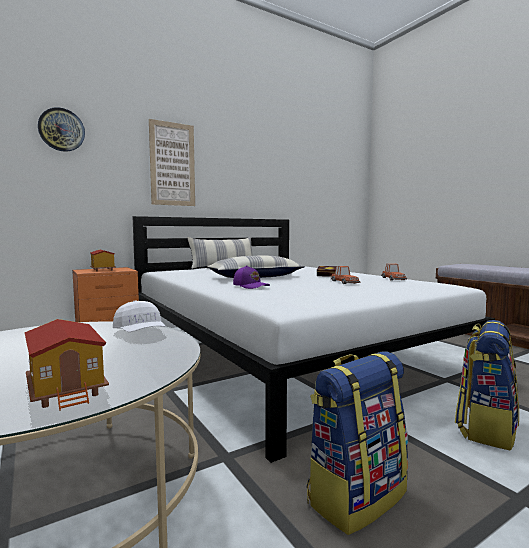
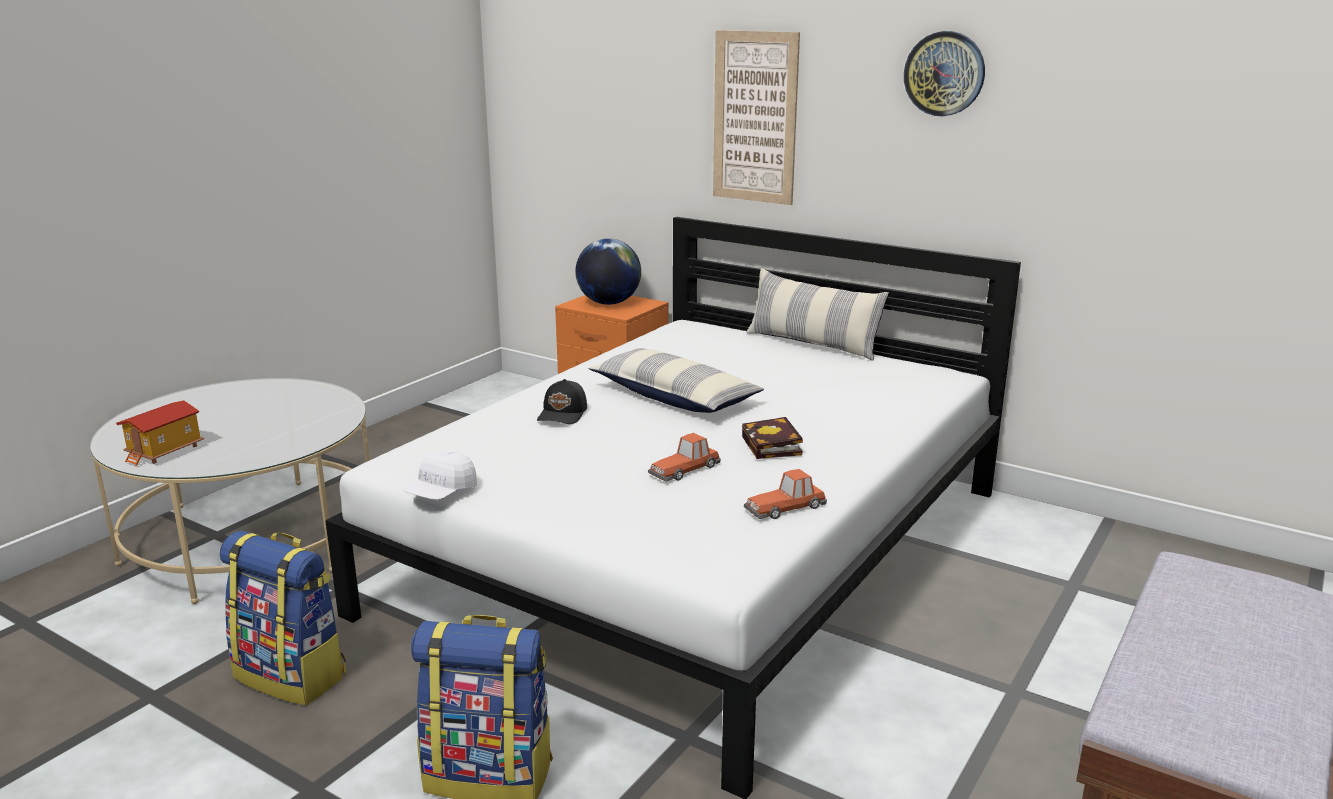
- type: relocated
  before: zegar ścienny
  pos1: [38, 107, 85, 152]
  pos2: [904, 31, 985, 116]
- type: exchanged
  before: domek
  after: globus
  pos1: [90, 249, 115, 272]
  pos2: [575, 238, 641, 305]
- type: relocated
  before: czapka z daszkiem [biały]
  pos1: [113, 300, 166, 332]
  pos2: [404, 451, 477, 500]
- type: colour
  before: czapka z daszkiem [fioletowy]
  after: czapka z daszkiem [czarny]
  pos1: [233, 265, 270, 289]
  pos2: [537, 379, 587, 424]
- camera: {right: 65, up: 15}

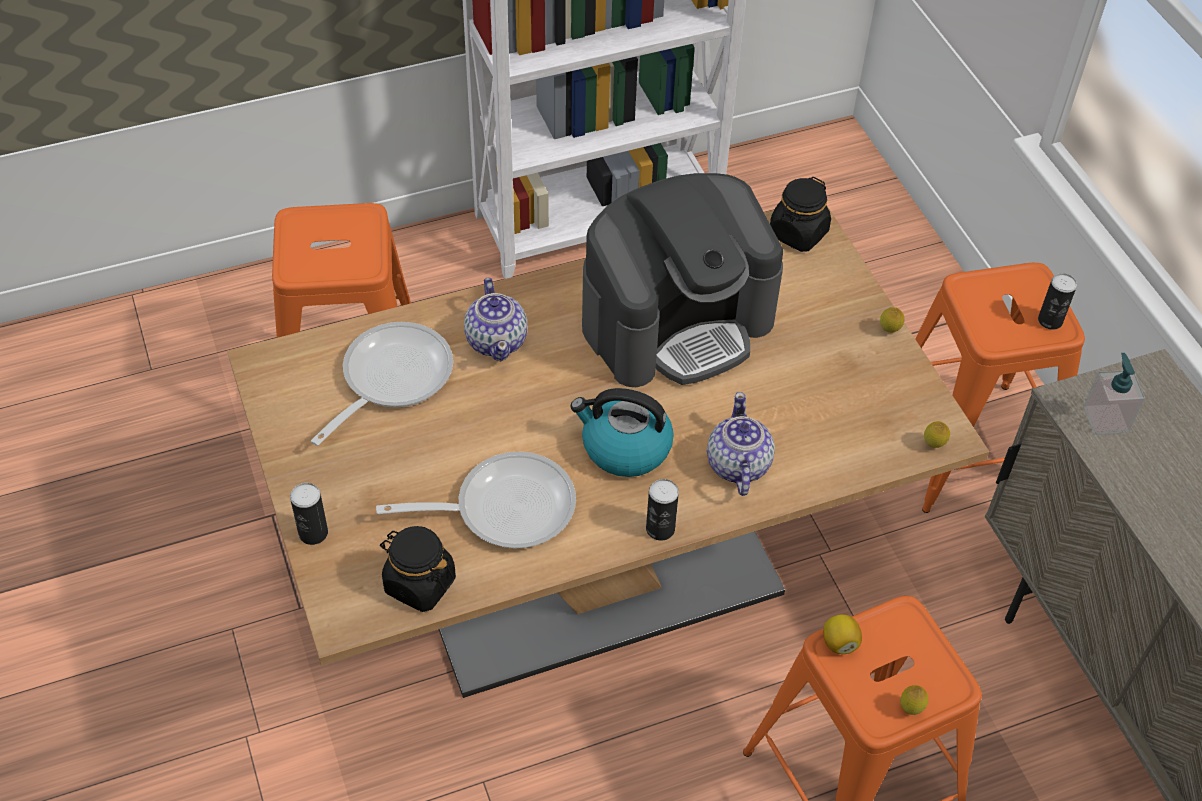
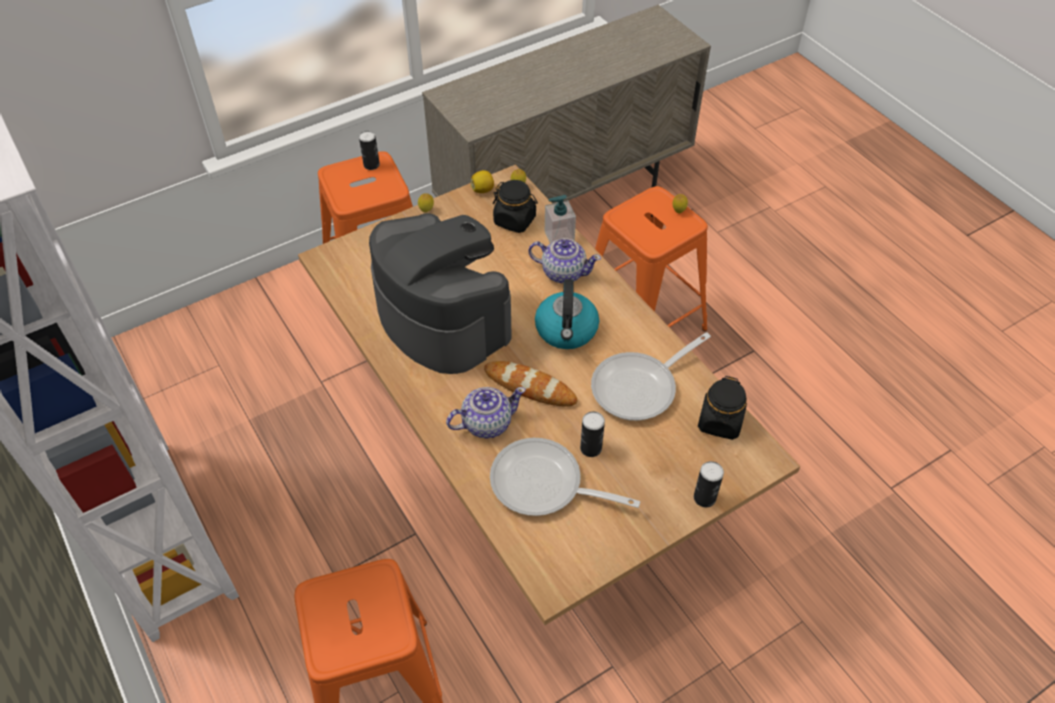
- type: spun
  before: patelnia
  pos1: [376, 452, 576, 549]
  pos2: [591, 332, 711, 421]
  turn: -105
- type: relocated
  before: puszka
  pos1: [646, 479, 679, 541]
  pos2: [580, 411, 605, 457]
- type: spun
  before: imbryk
  pos1: [707, 392, 775, 496]
  pos2: [529, 238, 601, 284]
  turn: -150
- type: relocated
  before: słoik [czarny]
  pos1: [770, 177, 831, 252]
  pos2: [493, 180, 538, 233]
- type: relocated
  before: cytryna
  pos1: [823, 614, 862, 654]
  pos2: [471, 170, 494, 193]
- type: relocated
  before: dozownik mydła
  pos1: [1084, 353, 1145, 435]
  pos2: [545, 195, 576, 243]
- type: appeared
  after: chleb
  pos2: [484, 361, 577, 407]
- camera: {right: -100, up: 0}

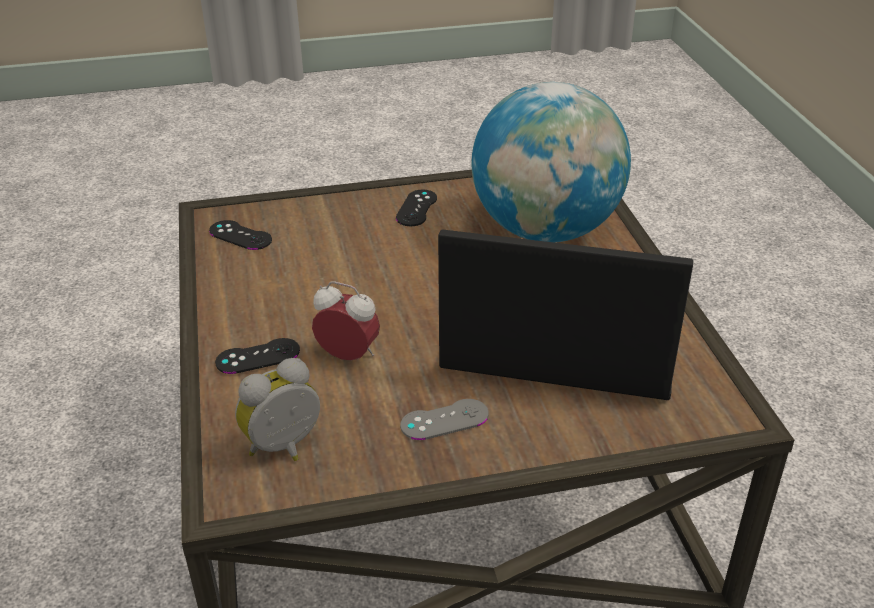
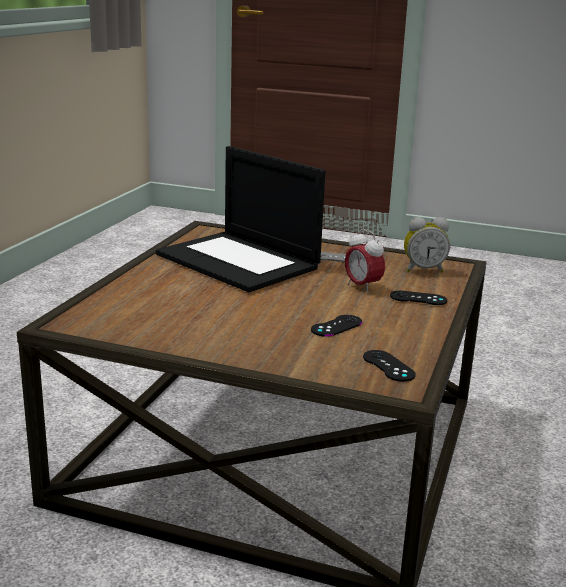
- type: relocated
  before: pad do gier [czarny]
  pos1: [396, 190, 437, 226]
  pos2: [311, 315, 362, 337]
- type: missing
  before: globus
  pos1: [471, 82, 631, 242]
- camera: {right: -150, up: -15}

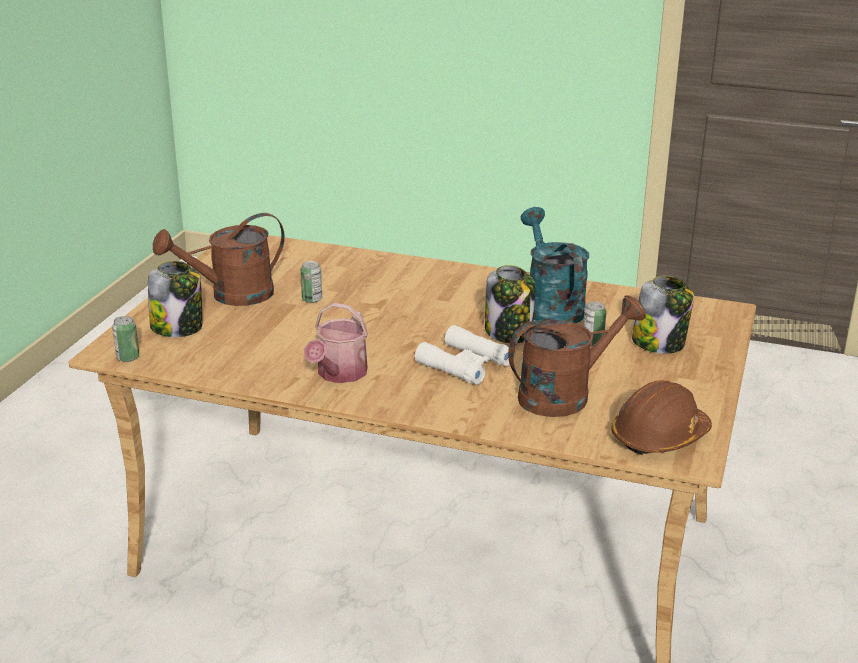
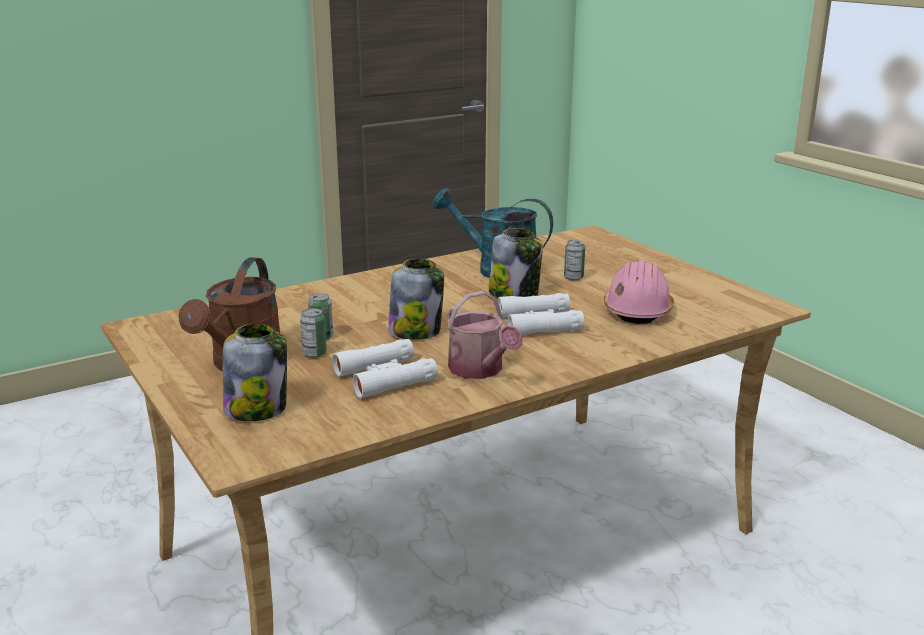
- type: relocated
  before: puszka
  pos1: [112, 316, 139, 362]
  pos2: [300, 308, 327, 358]
- type: exchanged
  before: konewka [brązowy]
  after: kask [różowy]
  pos1: [508, 295, 646, 417]
  pos2: [604, 260, 674, 324]
- type: missing
  before: kask [brązowy]
  pos1: [611, 380, 712, 455]
- type: relocated
  before: słoik
  pos1: [632, 276, 694, 354]
  pos2: [388, 259, 444, 340]
- type: appeared
  after: lornetka [biały]
  pos2: [332, 339, 438, 399]
- camera: {right: -50, up: -5}

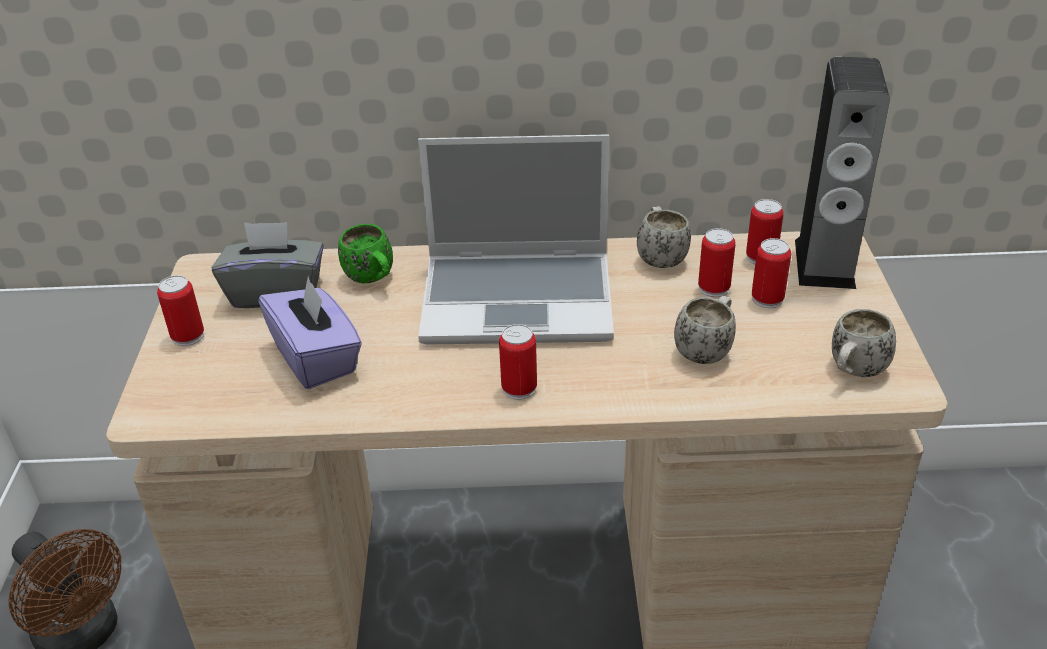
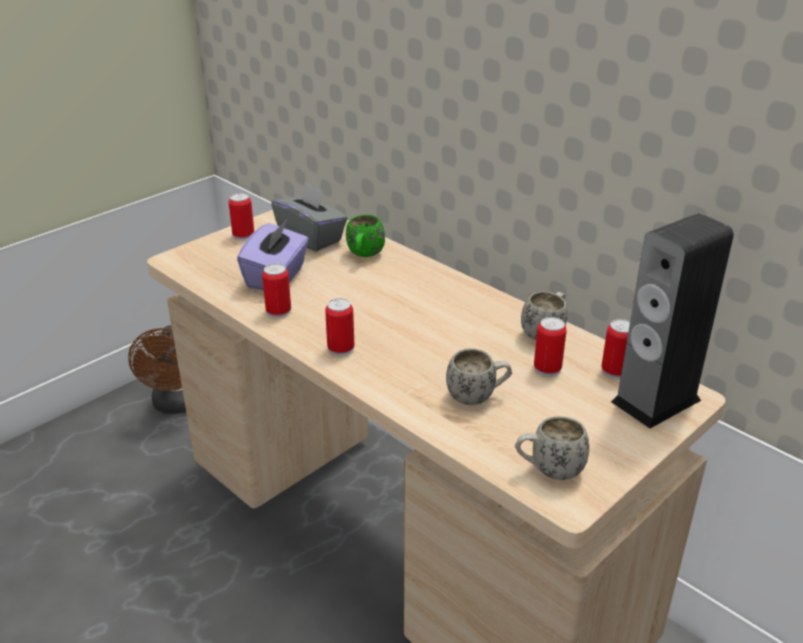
- type: missing
  before: laptop
  pos1: [418, 134, 614, 345]
- type: relocated
  before: puszka
  pos1: [752, 238, 791, 308]
  pos2: [262, 264, 291, 318]
- camera: {right: 45, up: -5}

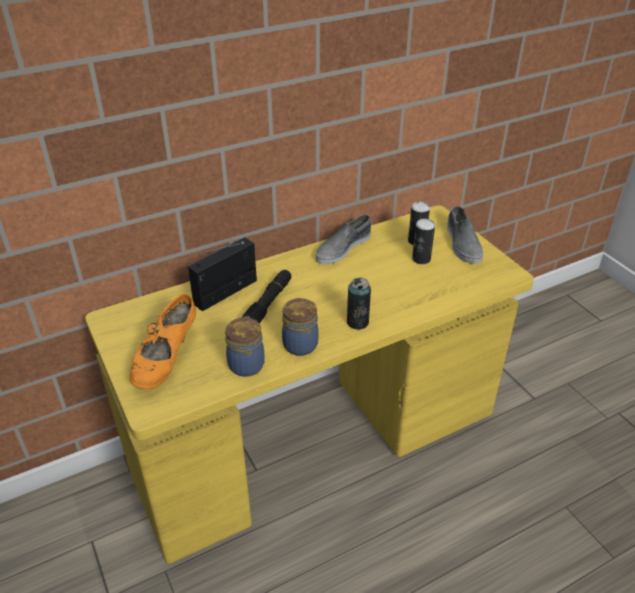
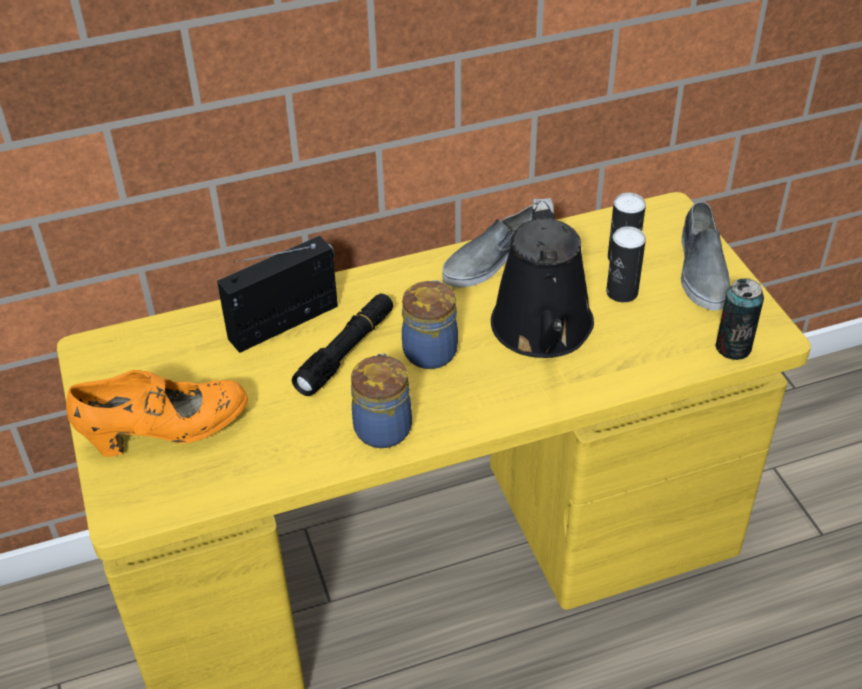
- type: spun
  before: but [pomarańczowy]
  pos1: [129, 293, 196, 389]
  pos2: [66, 370, 248, 457]
  turn: -135
- type: relocated
  before: słoik
  pos1: [225, 317, 264, 377]
  pos2: [402, 280, 458, 369]
- type: relocated
  before: puszka
  pos1: [347, 278, 371, 329]
  pos2: [715, 278, 764, 360]
- type: appeared
  after: konewka [czarny]
  pos2: [491, 198, 594, 358]
- camera: {right: 10, up: 5}

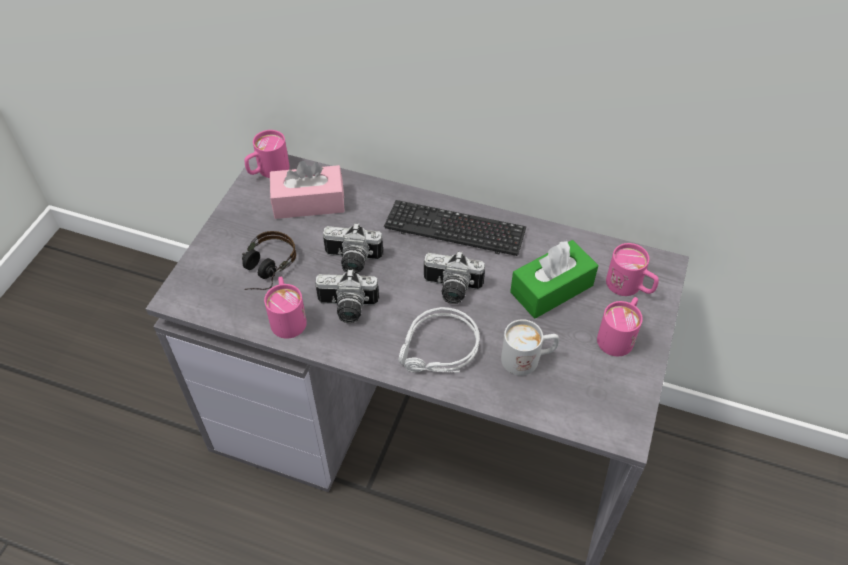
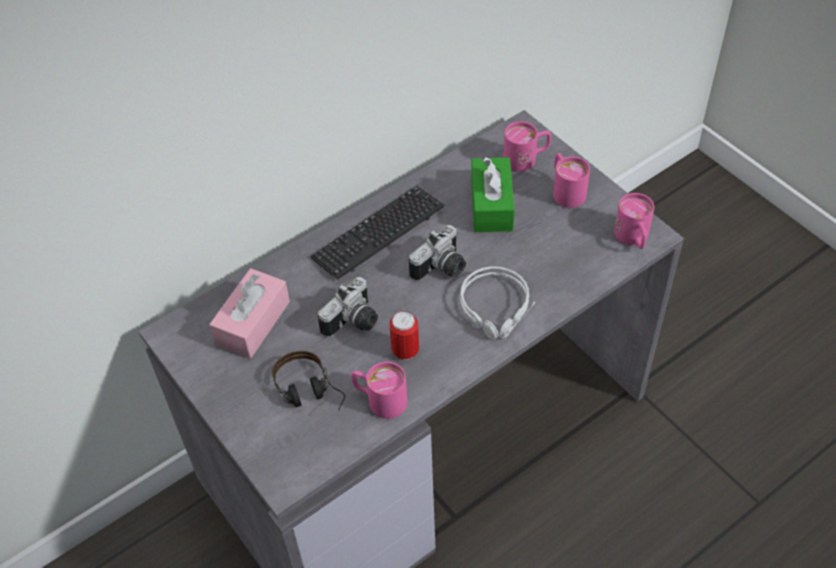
- type: relocated
  before: kubek [różowy]
  pos1: [245, 130, 290, 178]
  pos2: [614, 193, 654, 249]
- type: exchanged
  before: aparat fotograficzny
  after: puszka
  pos1: [315, 269, 379, 323]
  pos2: [389, 311, 419, 360]
- type: missing
  before: kubek [biały]
  pos1: [501, 319, 559, 376]
- camera: {right: -55, up: 0}

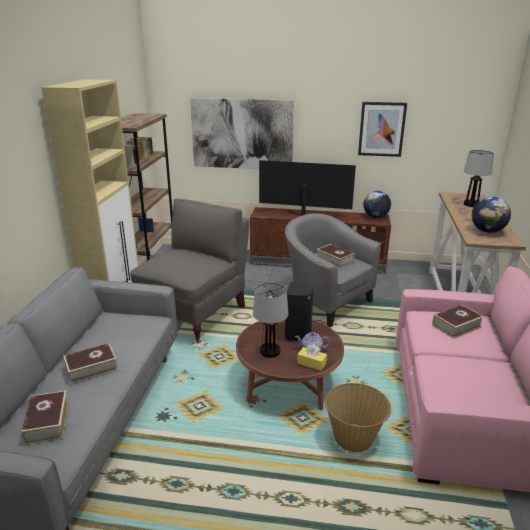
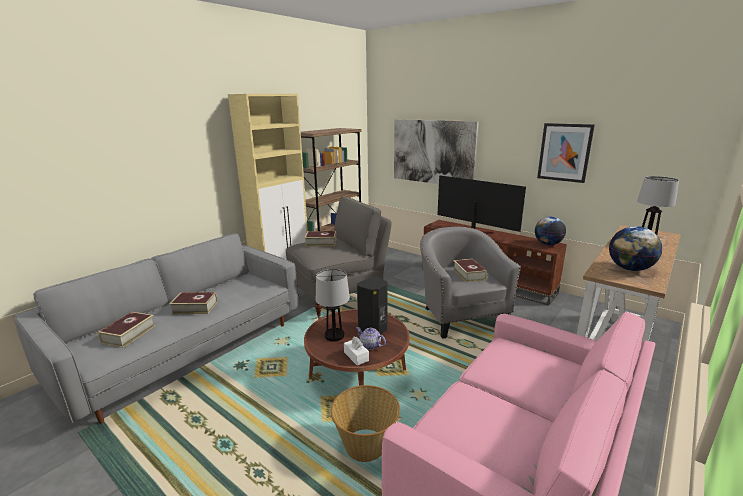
- type: colour
  before: pudełko chusteczek [żółty]
  after: pudełko chusteczek [biały]
  pos1: [297, 344, 327, 371]
  pos2: [344, 337, 369, 365]
- type: relocated
  before: książka
  pos1: [432, 305, 484, 339]
  pos2: [305, 231, 337, 247]
- camera: {right: 30, up: -5}

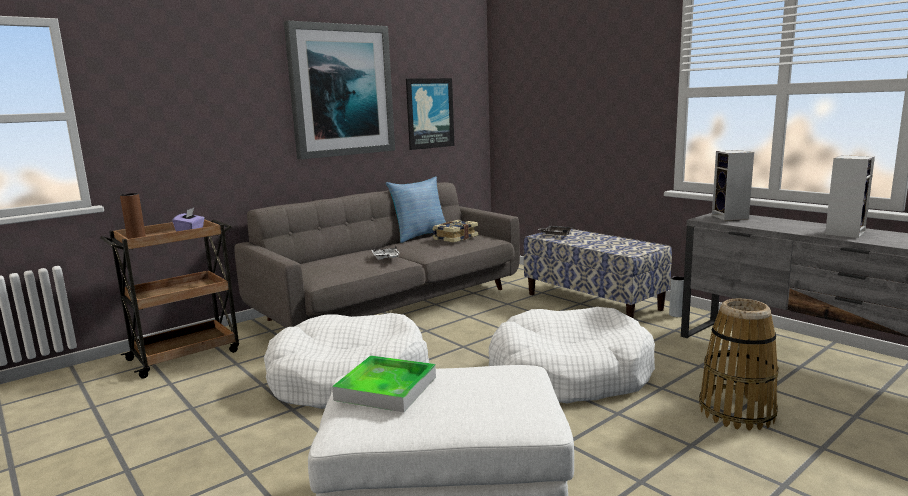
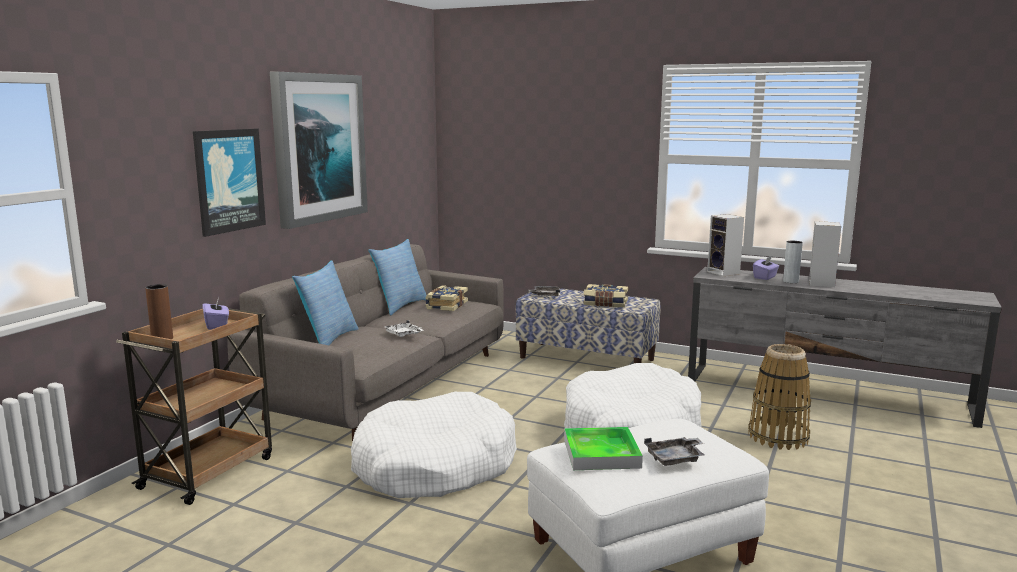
- type: relocated
  before: obraz
  pos1: [406, 78, 454, 150]
  pos2: [193, 129, 266, 237]
- type: relocated
  before: wazon [szary]
  pos1: [669, 276, 684, 317]
  pos2: [783, 241, 803, 283]
- type: appeared
  after: poduszka
  pos2: [292, 260, 359, 345]
- type: appeared
  after: książka
  pos2: [584, 284, 628, 307]
- type: appeared
  after: taca [szary]
  pos2: [644, 437, 704, 466]
- type: appeared
  after: pudełko chusteczek [fioletowy]
  pos2: [753, 256, 779, 280]
- camera: {right: -25, up: 0}

